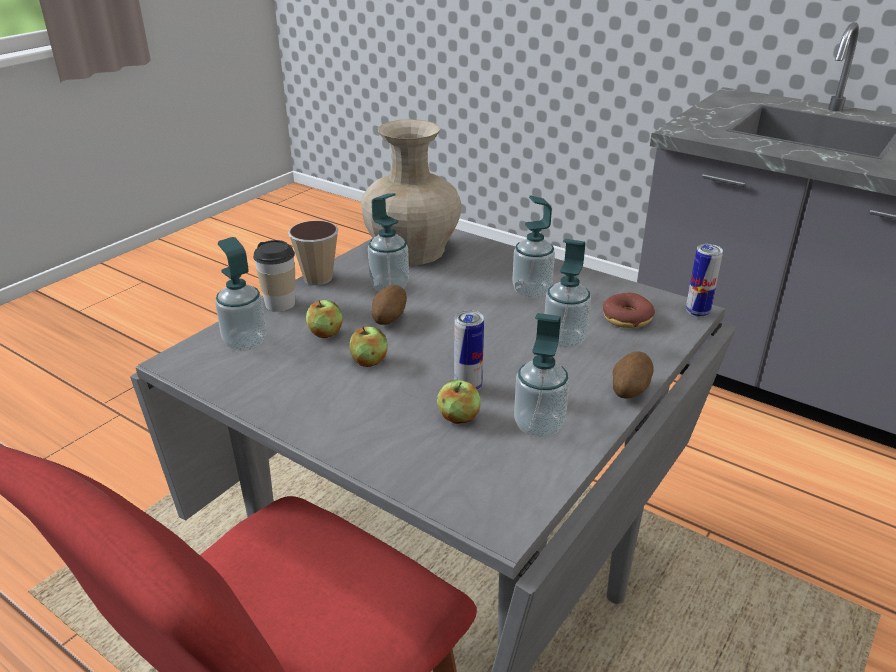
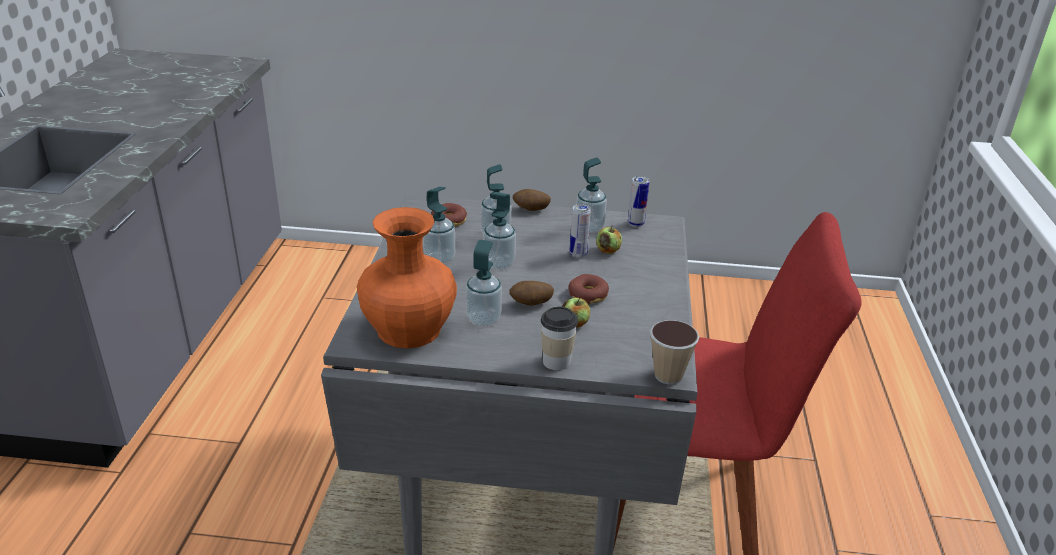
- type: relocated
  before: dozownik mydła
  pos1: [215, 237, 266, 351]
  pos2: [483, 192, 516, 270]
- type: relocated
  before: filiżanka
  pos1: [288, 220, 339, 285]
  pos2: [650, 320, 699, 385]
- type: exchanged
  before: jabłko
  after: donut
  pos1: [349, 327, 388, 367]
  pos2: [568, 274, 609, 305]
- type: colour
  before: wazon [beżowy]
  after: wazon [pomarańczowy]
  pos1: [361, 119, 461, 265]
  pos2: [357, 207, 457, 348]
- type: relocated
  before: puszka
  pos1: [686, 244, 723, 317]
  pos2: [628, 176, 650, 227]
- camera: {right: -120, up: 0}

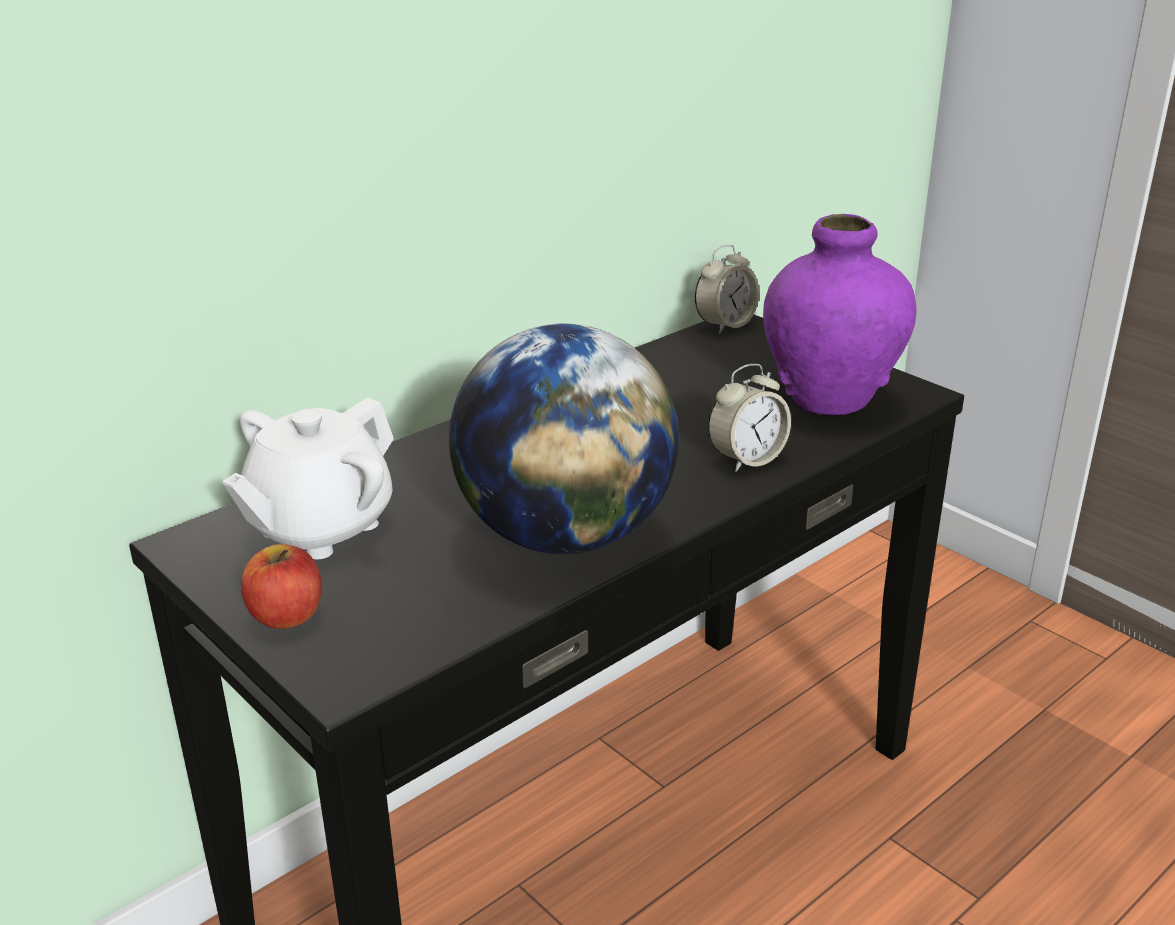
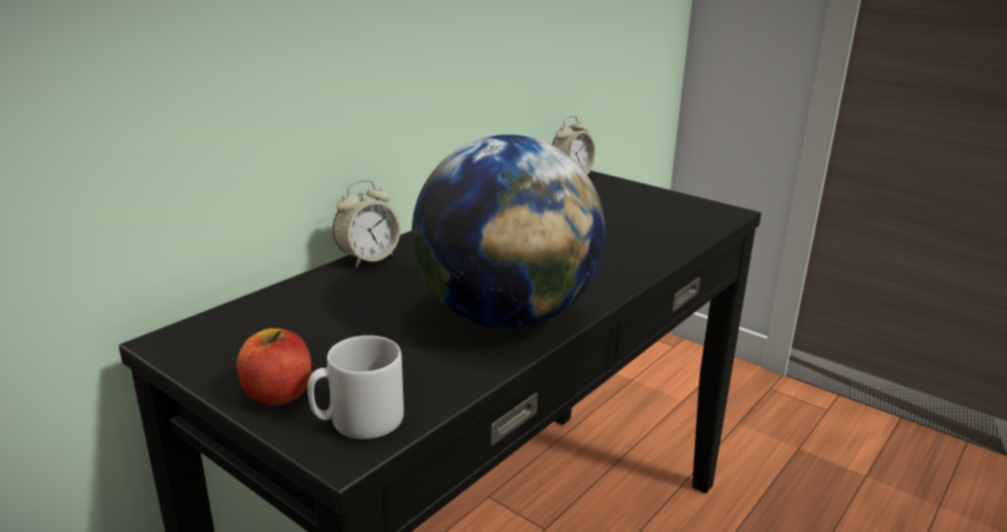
- type: missing
  before: imbryk [biały]
  pos1: [222, 397, 394, 559]
- type: relocated
  before: budzik
  pos1: [708, 364, 791, 472]
  pos2: [333, 180, 401, 267]
- type: missing
  before: wazon [fioletowy]
  pos1: [763, 214, 917, 416]
- type: appeared
  after: kubek [szary]
  pos2: [308, 335, 404, 439]
- camera: {right: -10, up: -5}

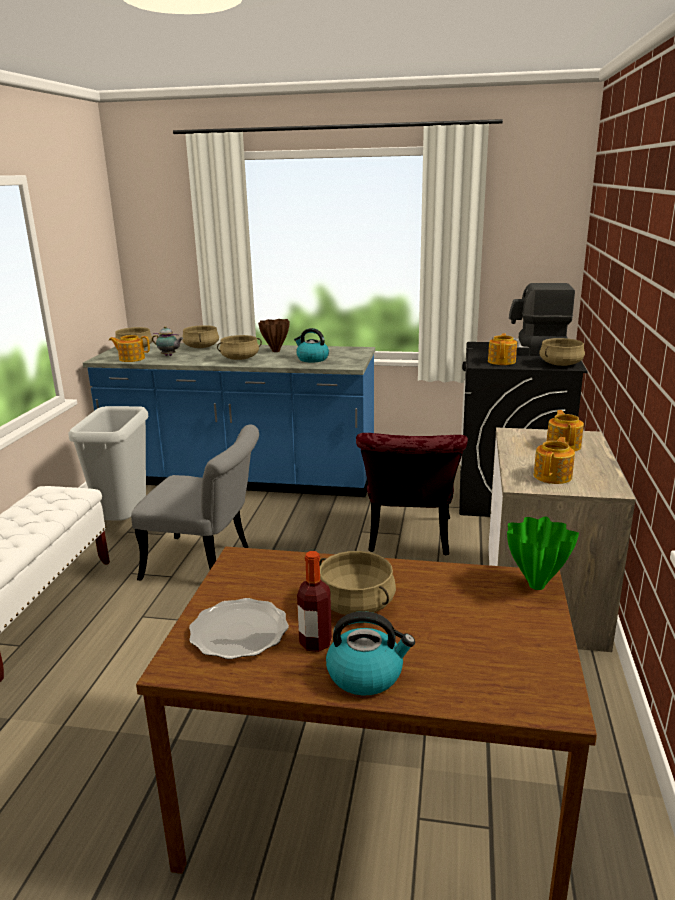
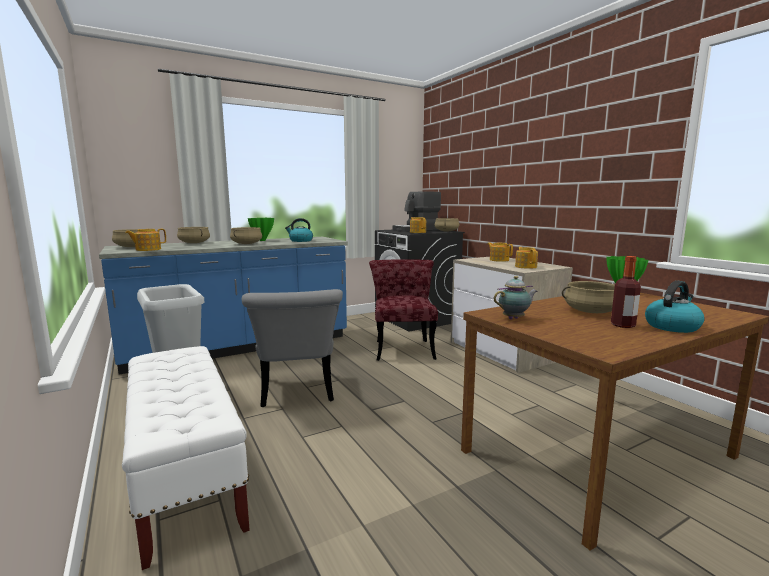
- type: spun
  before: krzesło [szary]
  pos1: [131, 424, 259, 581]
  pos2: [242, 289, 343, 407]
  turn: 105
- type: relocated
  before: imbryk
  pos1: [152, 326, 183, 356]
  pos2: [494, 276, 537, 319]
- type: missing
  before: talerz
  pos1: [189, 598, 289, 659]
- type: colour
  before: wazon [brązowy]
  after: wazon [zielony]
  pos1: [258, 319, 290, 352]
  pos2: [248, 218, 274, 241]
- type: spun
  before: krzesło [czerwony]
  pos1: [356, 433, 468, 556]
  pos2: [369, 259, 438, 361]
  turn: -150
- camera: {right: -40, up: -10}

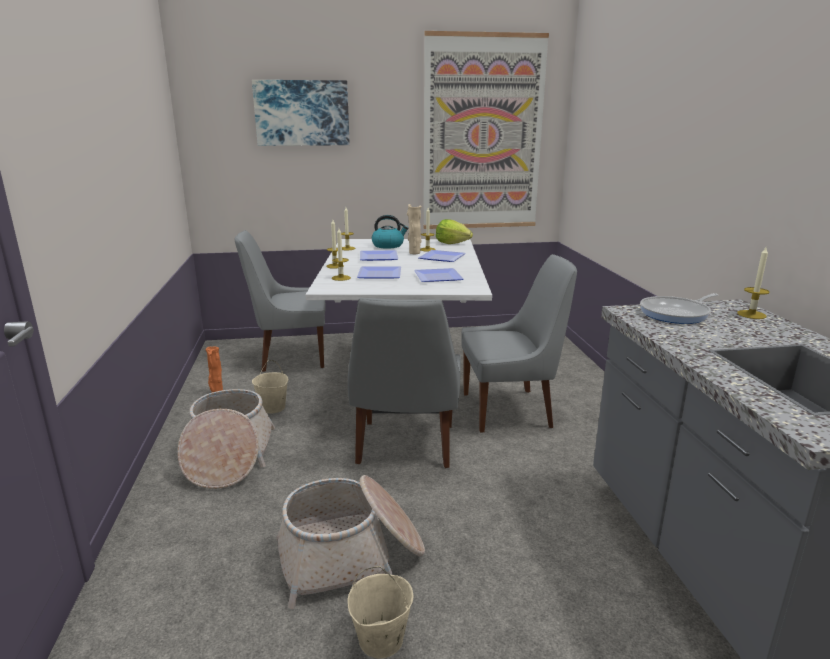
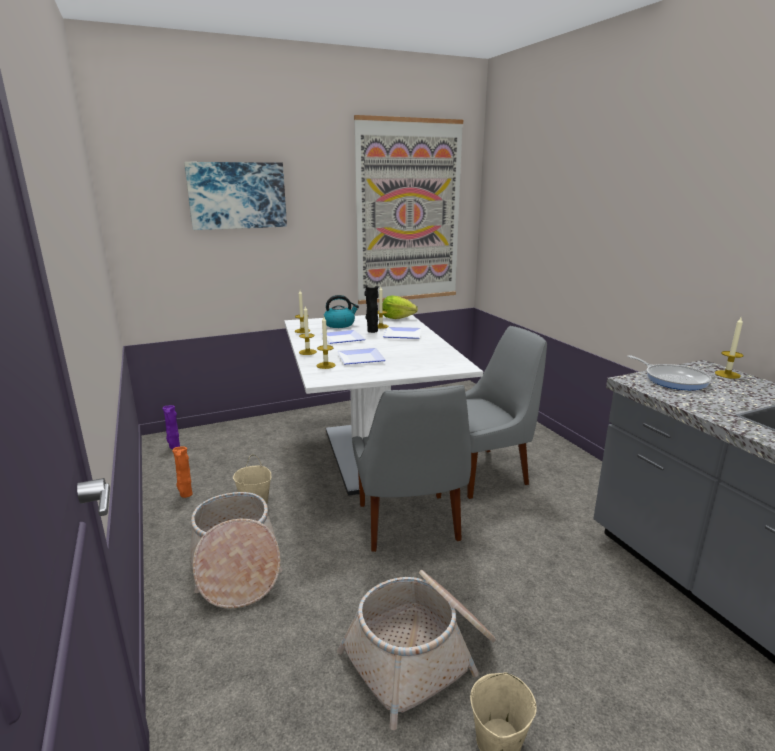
- type: missing
  before: krzesło [szary]
  pos1: [235, 230, 326, 372]
- type: colour
  before: wazon [beżowy]
  after: wazon [czarny]
  pos1: [407, 204, 421, 254]
  pos2: [364, 285, 379, 333]
- type: missing
  before: talerz
  pos1: [414, 268, 464, 282]
- type: spun
  before: patelnia
  pos1: [640, 293, 718, 324]
  pos2: [627, 355, 712, 390]
  turn: -75
- type: appeared
  after: wazon [fioletowy]
  pos2: [163, 405, 180, 449]
- camera: {right: -15, up: 0}

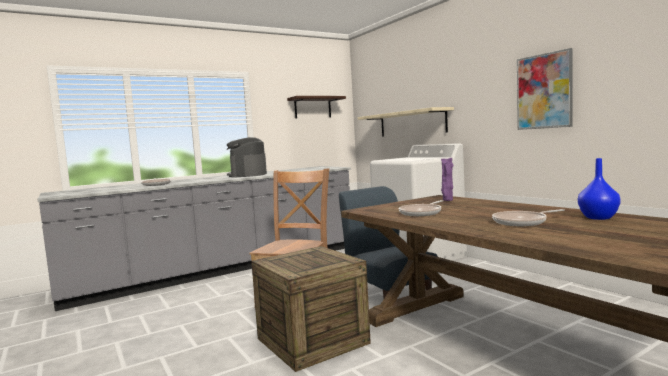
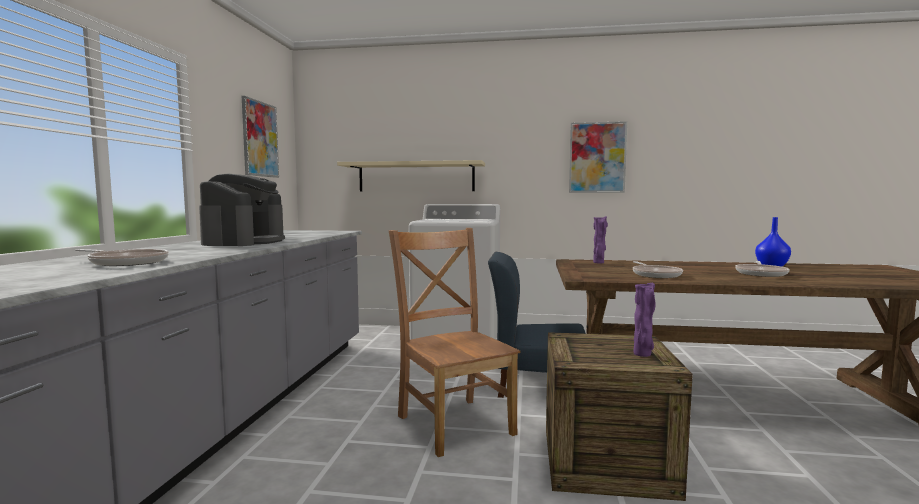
- type: spun
  before: ekspres do kawy
  pos1: [227, 137, 267, 178]
  pos2: [199, 174, 285, 246]
  turn: -120
- type: exchanged
  before: półka
  after: obraz
  pos1: [287, 96, 346, 119]
  pos2: [242, 96, 279, 178]
- type: appeared
  after: wazon [fioletowy]
  pos2: [633, 283, 656, 357]
- camera: {right: -50, up: 0}

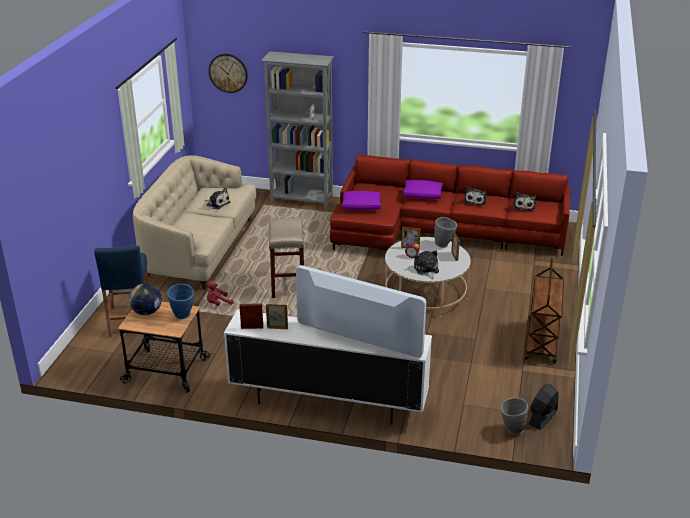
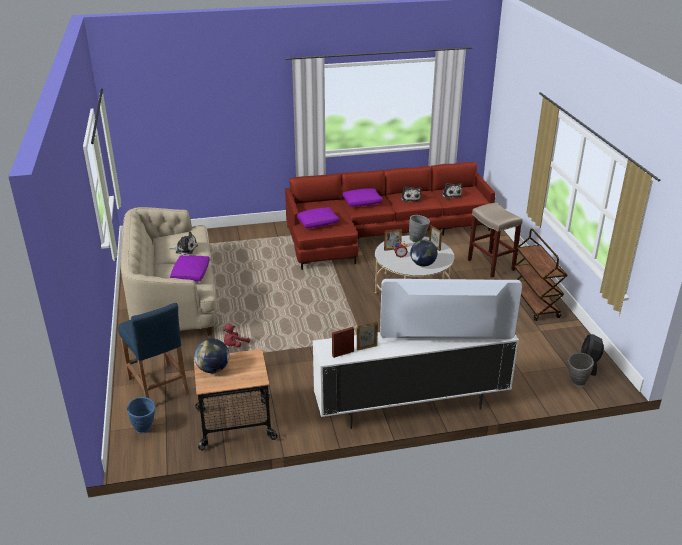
- type: relocated
  before: wazon [niebieski]
  pos1: [167, 284, 194, 319]
  pos2: [127, 397, 155, 433]
- type: missing
  before: zegar ścienny
  pos1: [209, 54, 248, 93]
- type: missing
  before: regał [szary]
  pos1: [261, 51, 334, 209]
- type: relocated
  before: stołek [beżowy]
  pos1: [269, 218, 304, 298]
  pos2: [468, 203, 523, 277]
- type: exchanged
  before: pluszak
  after: globus
  pos1: [414, 250, 439, 279]
  pos2: [410, 239, 437, 266]
- type: appeared
  after: poduszka [fioletowy]
  pos2: [170, 255, 210, 282]
- camera: {right: -25, up: 0}

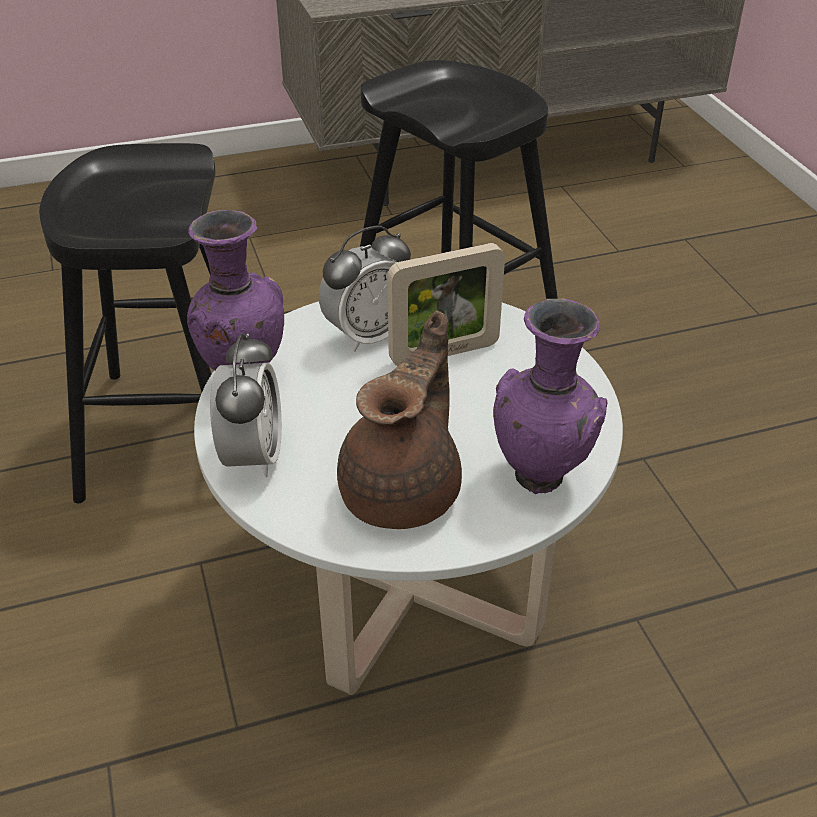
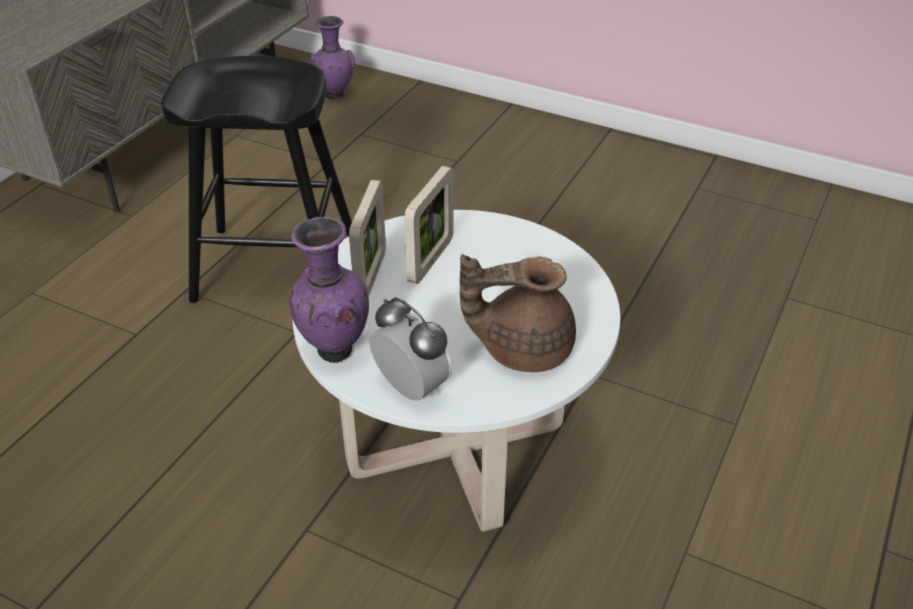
- type: missing
  before: stołek [czarny]
  pos1: [39, 143, 216, 503]
- type: exchanged
  before: budzik
  after: ramka na zdjęcie
  pos1: [319, 226, 411, 352]
  pos2: [349, 180, 386, 297]
- type: spun
  before: imbryk [brązowy]
  pos1: [337, 310, 462, 529]
  pos2: [460, 254, 576, 372]
  turn: -75
- type: relocated
  before: wazon [fioletowy]
  pos1: [493, 299, 607, 494]
  pos2: [311, 16, 355, 100]
- camera: {right: -45, up: 0}

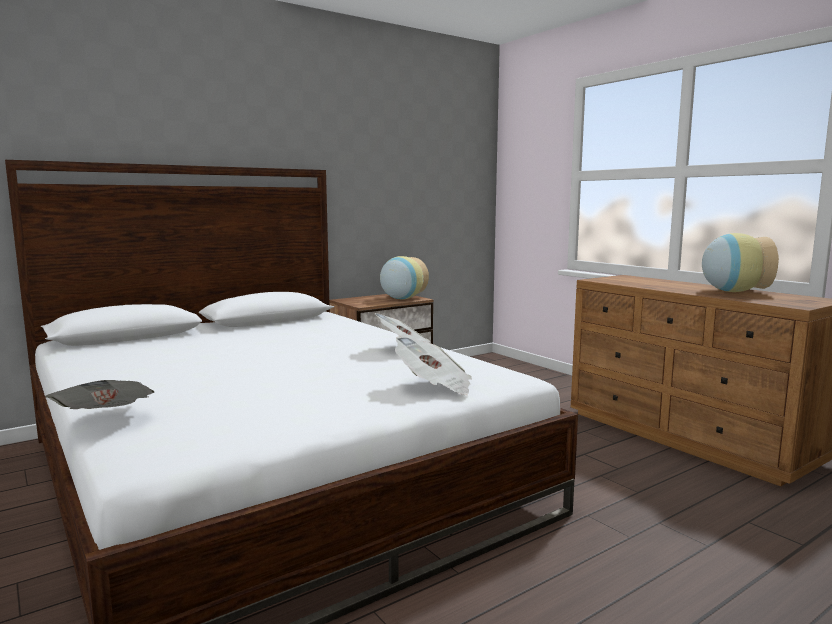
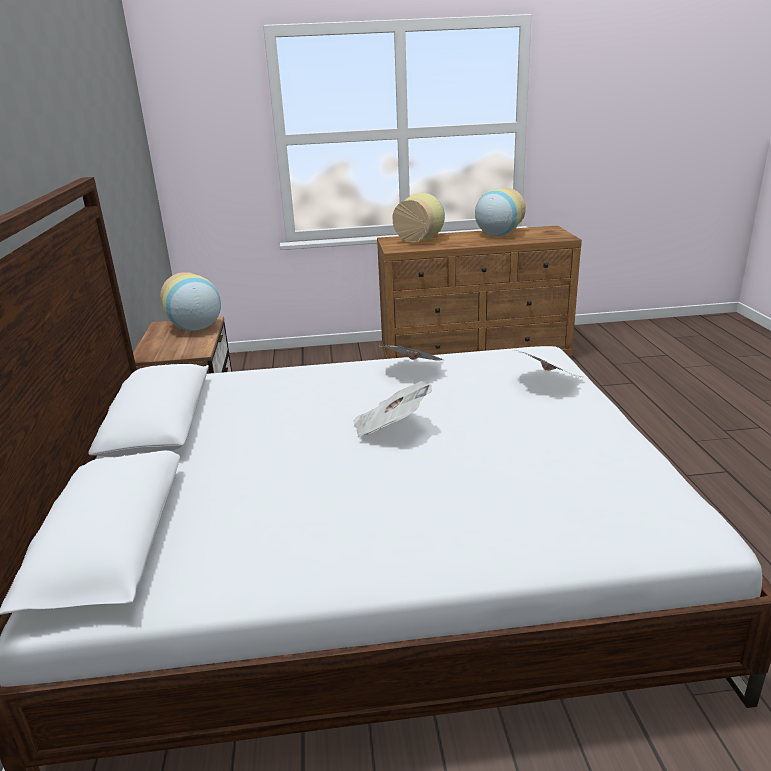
- type: relocated
  before: gazeta
  pos1: [45, 380, 154, 409]
  pos2: [353, 381, 432, 438]
- type: appeared
  after: wazon
  pos2: [393, 193, 445, 242]
- camera: {right: -60, up: 15}

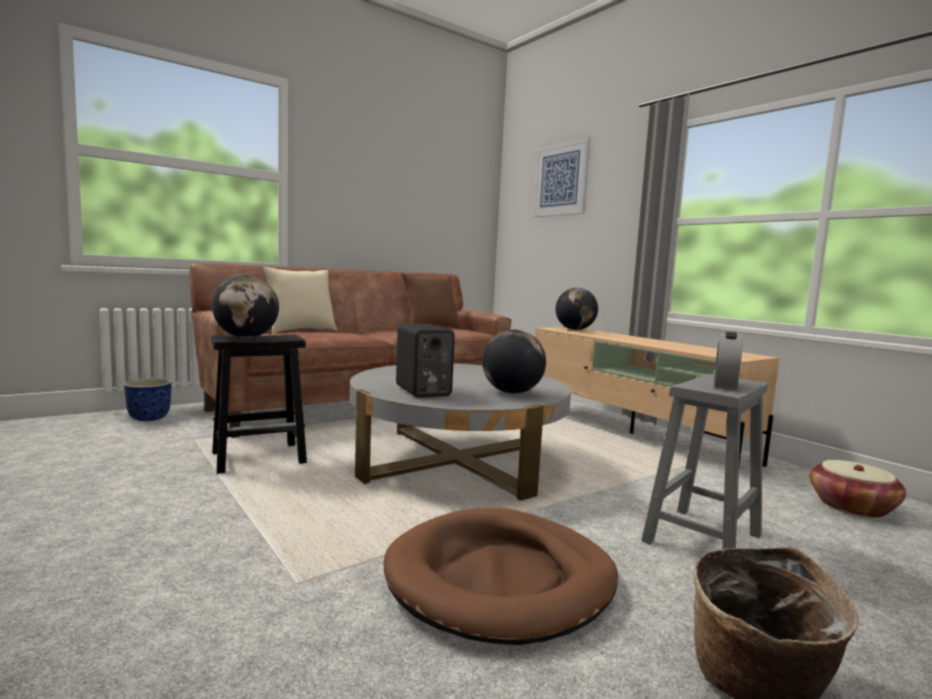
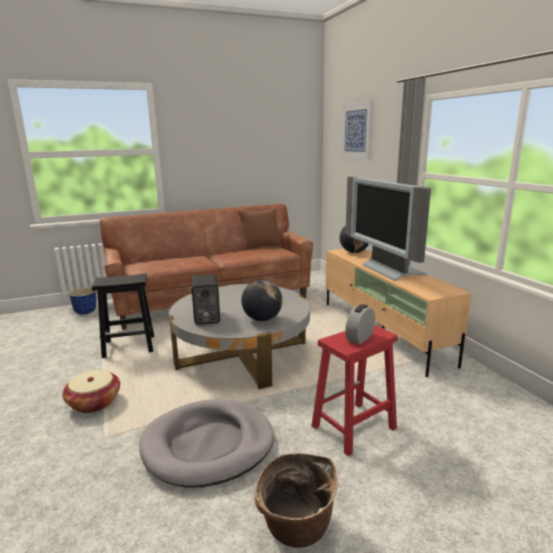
- type: missing
  before: globus
  pos1: [212, 275, 279, 338]
- type: missing
  before: poduszka [beżowy]
  pos1: [262, 267, 337, 333]
- type: colour
  before: legowisko [brązowy]
  after: legowisko [szary]
  pos1: [384, 508, 618, 645]
  pos2: [139, 399, 274, 488]
- type: colour
  before: stołek [szary]
  after: stołek [czerwony]
  pos1: [641, 374, 768, 549]
  pos2: [312, 325, 398, 456]
- type: relocated
  before: koszyk
  pos1: [810, 460, 906, 518]
  pos2: [62, 370, 120, 413]
- type: appeared
  after: telewizor
  pos2: [345, 176, 431, 281]
- camera: {right: 15, up: 10}

